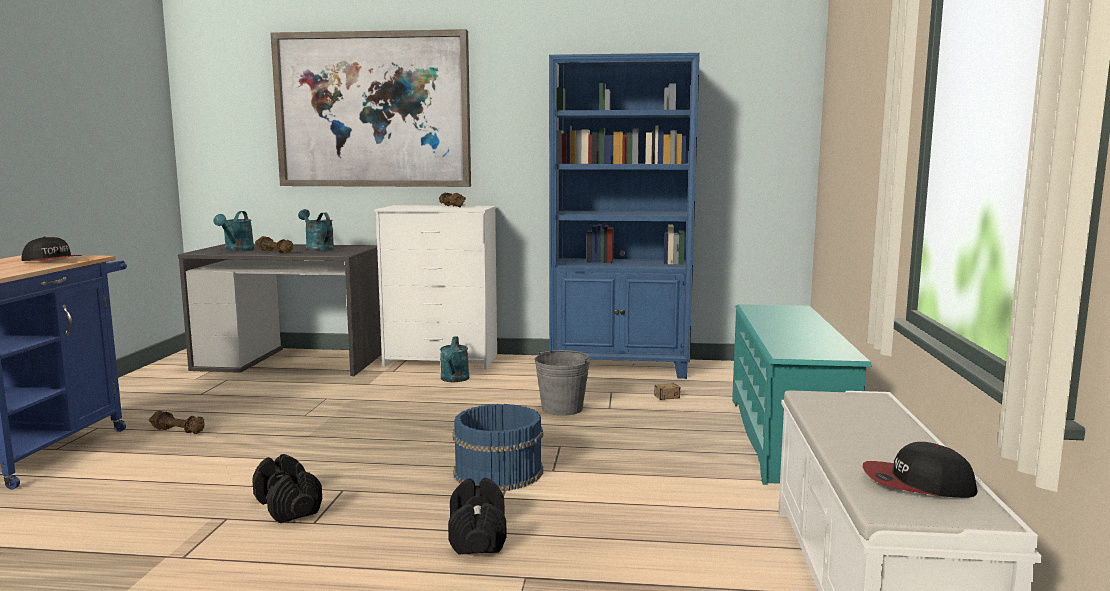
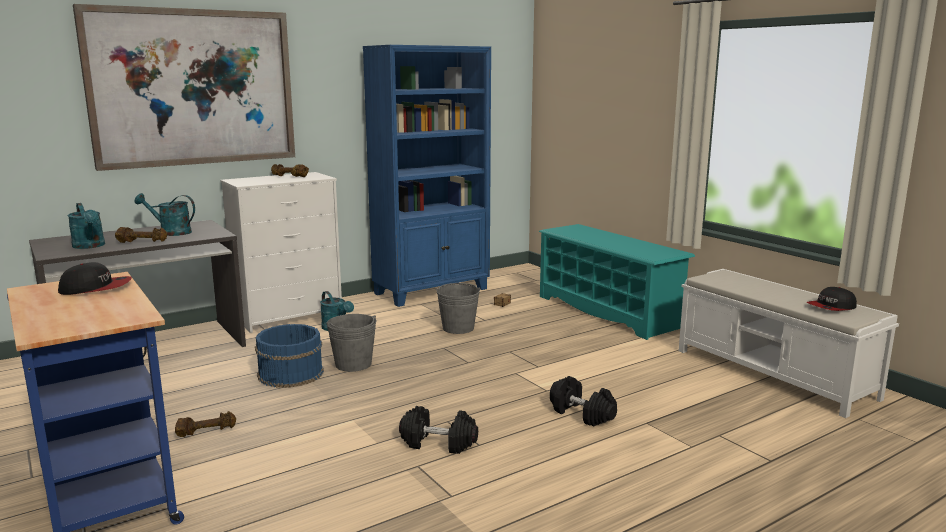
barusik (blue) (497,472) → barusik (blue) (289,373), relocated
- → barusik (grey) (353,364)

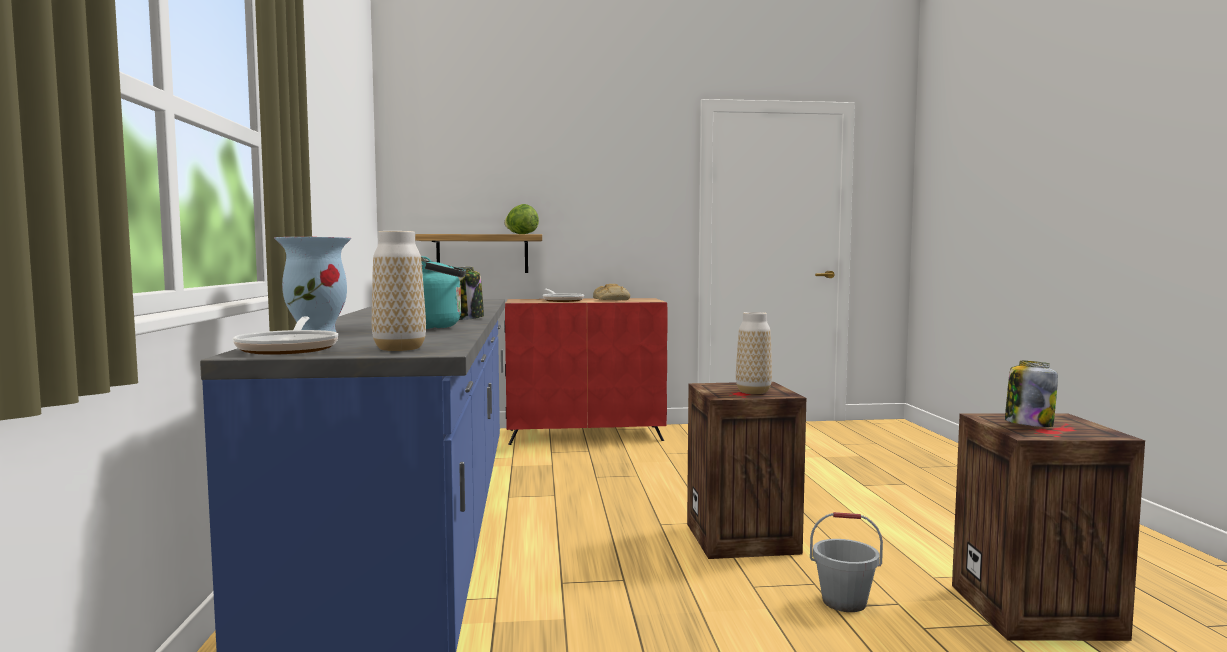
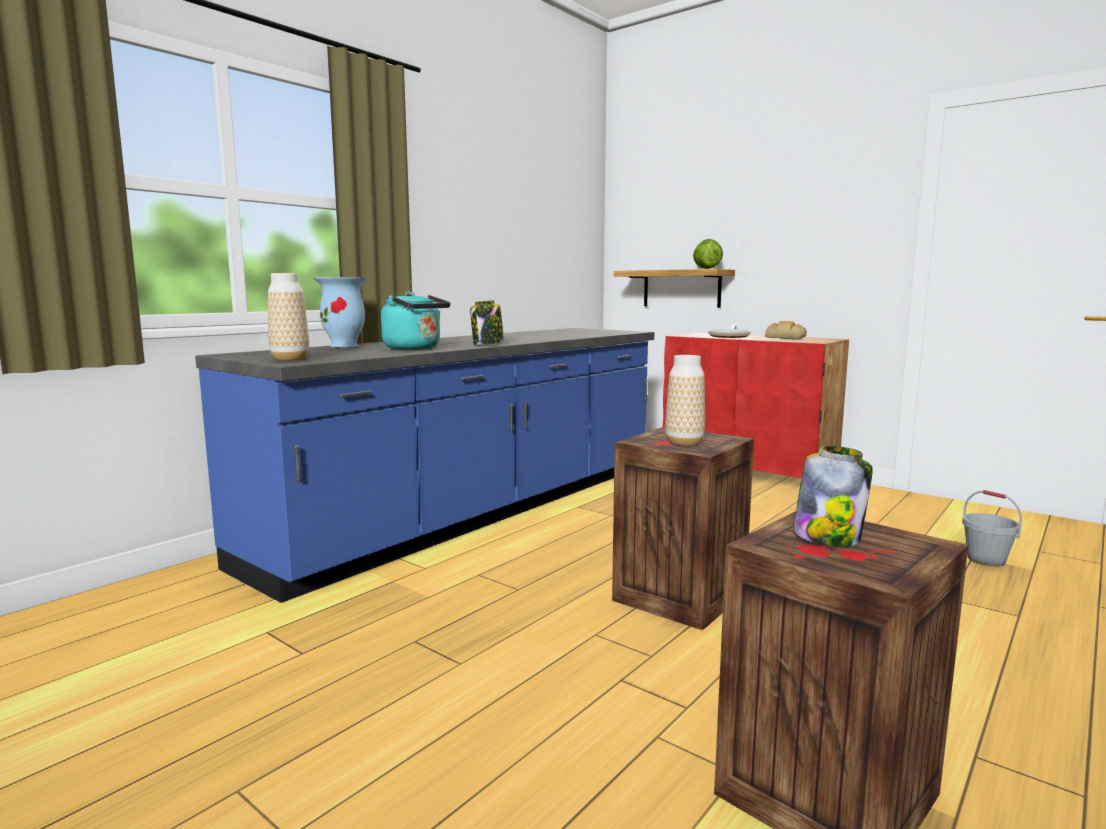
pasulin (290,348) → -
barusik (grey) (844,602) → barusik (grey) (986,560), relocated

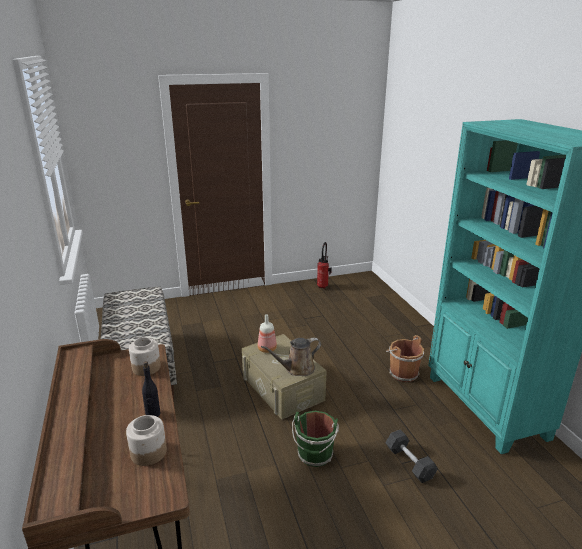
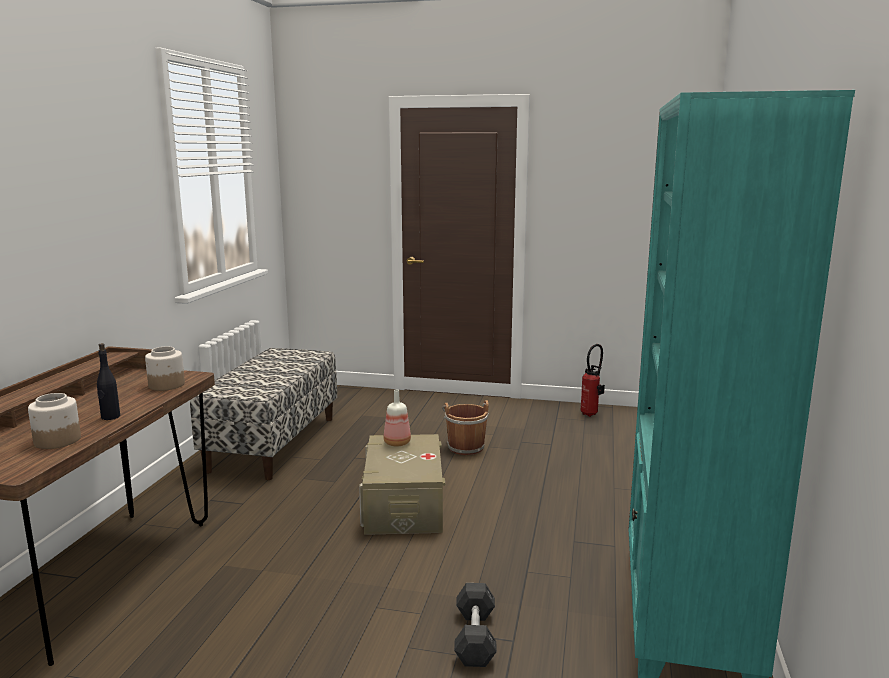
barusik (brown) (402,373) → barusik (brown) (465,447), relocated
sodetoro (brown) (297,369) → -
barusik (green) (315,455) → -

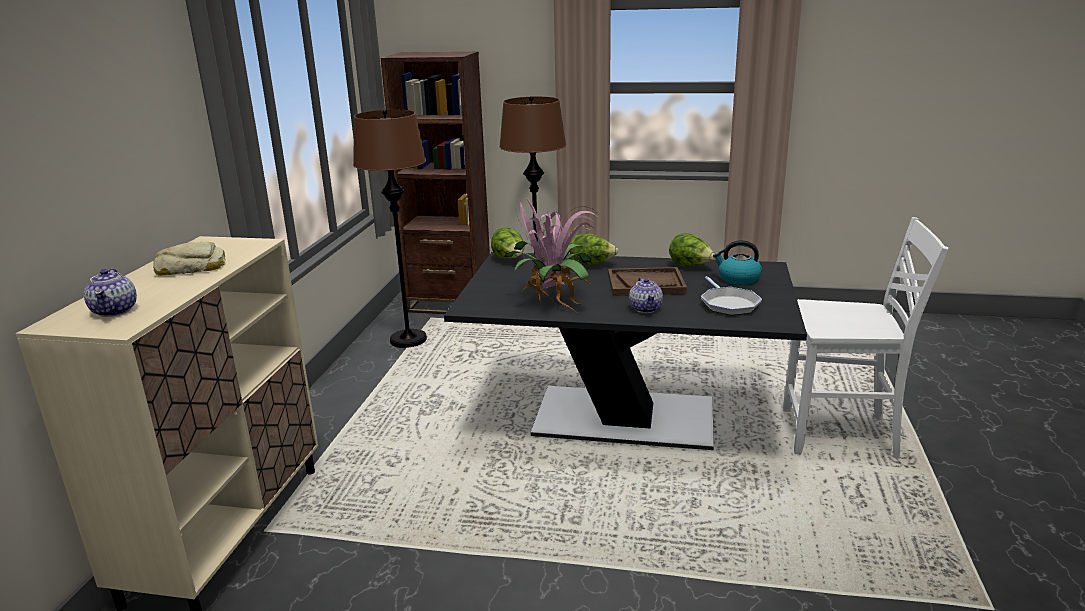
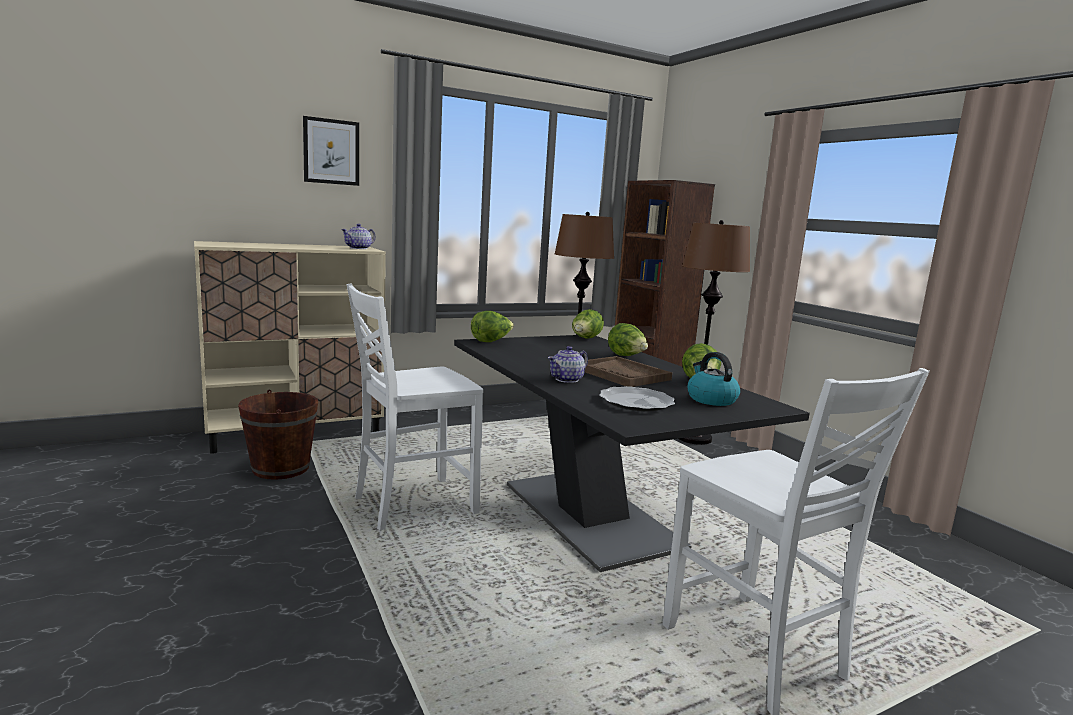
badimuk (552,300) → -
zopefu (191,268) → -
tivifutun (115,310) → tivifutun (359,248), relocated
pasulin (728,304) → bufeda (636,402)
- → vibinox (331,151)
- → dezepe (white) (412,504)
- → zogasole (491,341)
- → barusik (brown) (281,468)

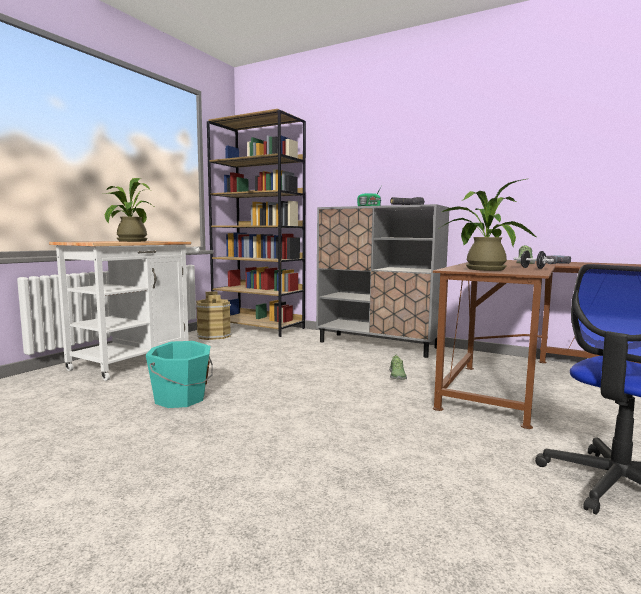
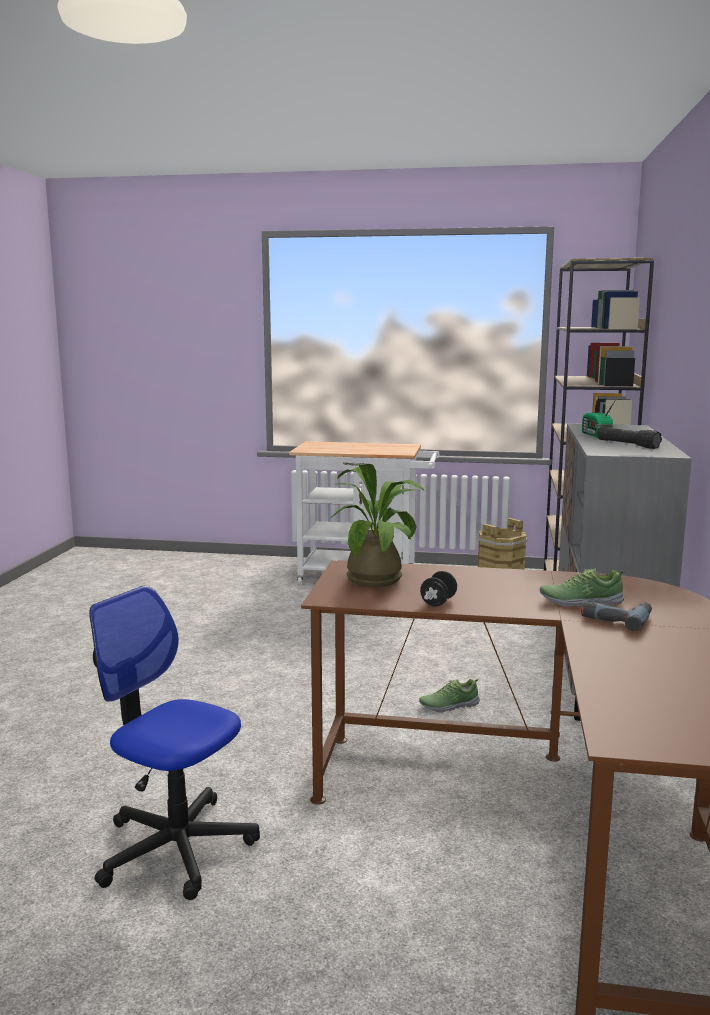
badimuk (129,241) → -
barusik (turquoise) (181,399) → -

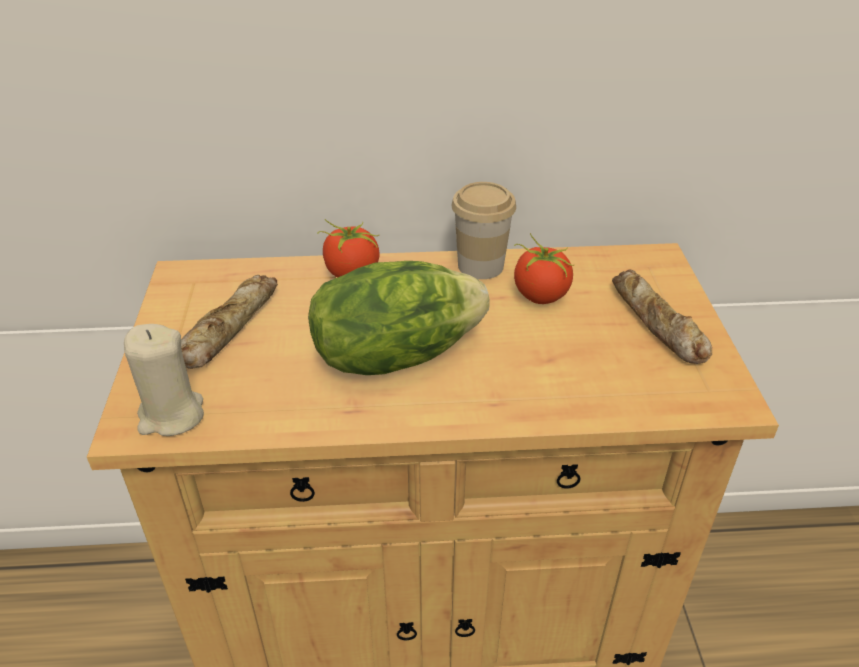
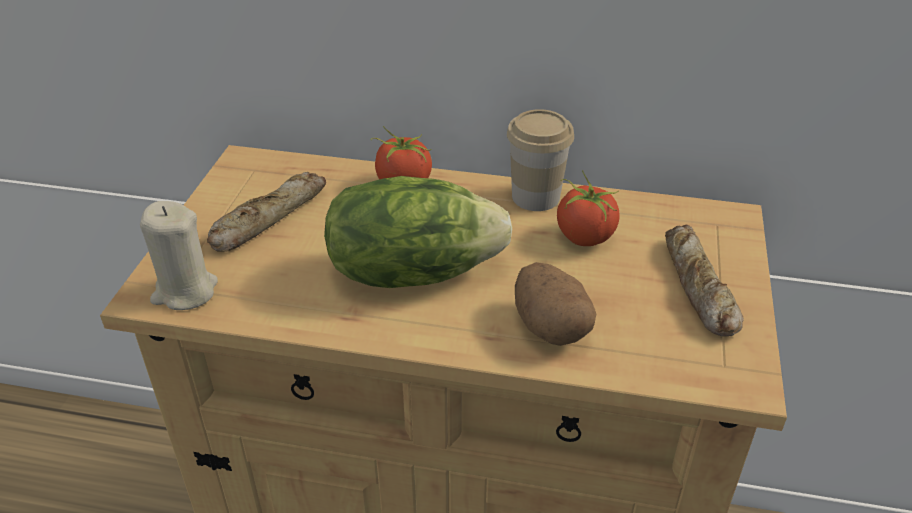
- → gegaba (550,326)

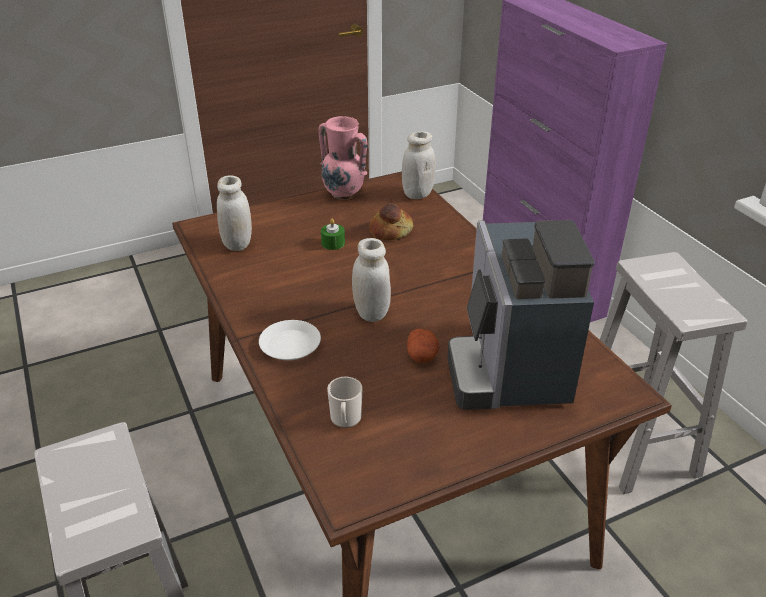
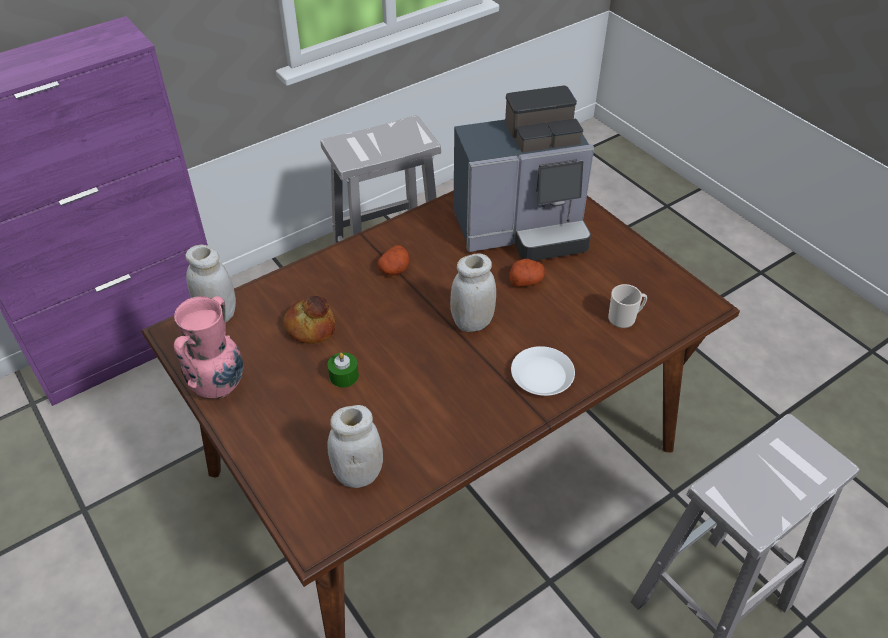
- → gegaba (394,270)

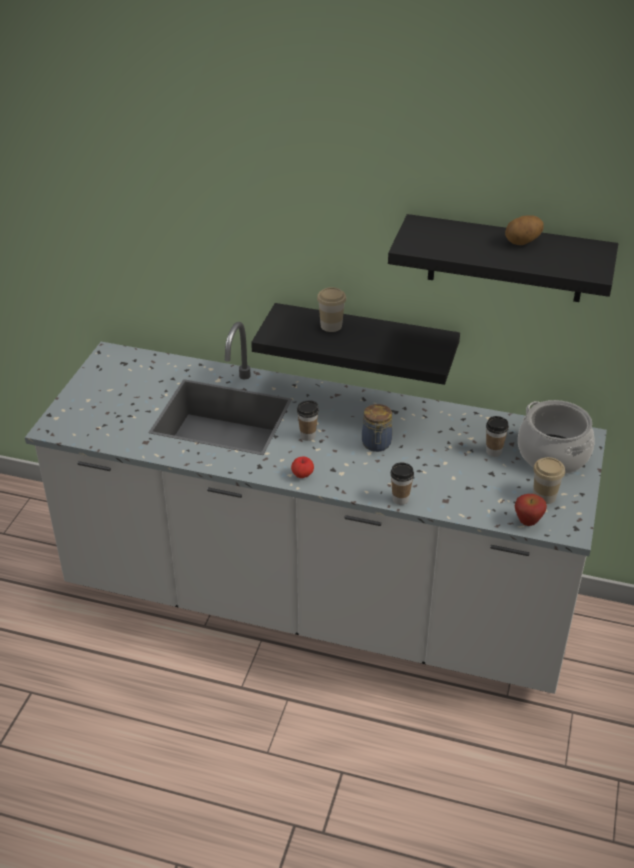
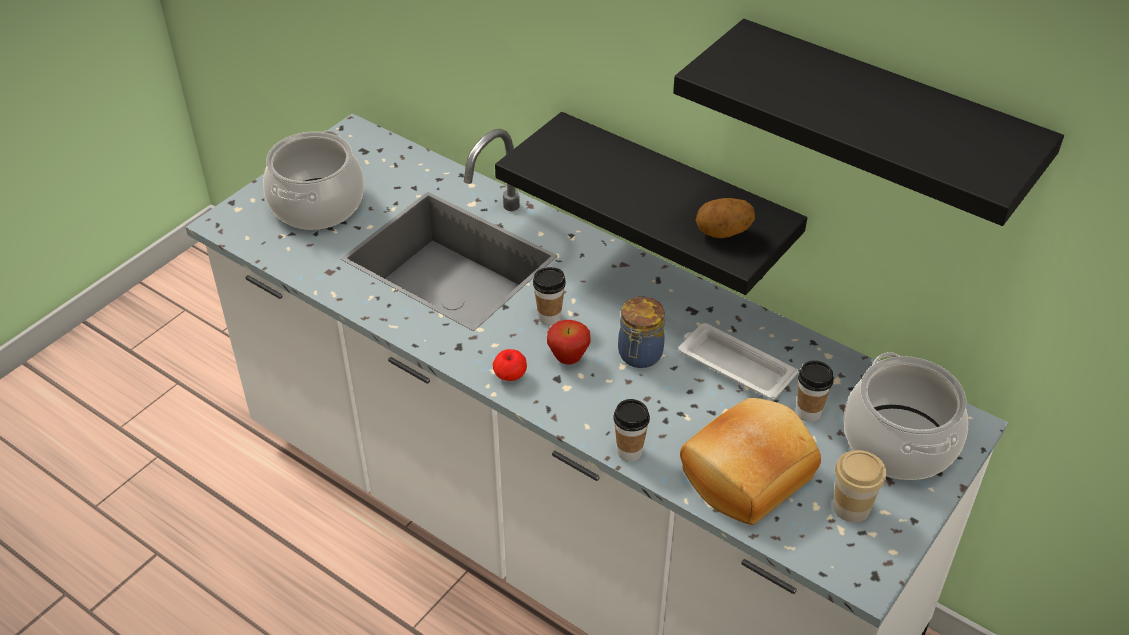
gegaba (523,242) → gegaba (723,234), relocated
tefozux (331,326) → -
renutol (527,522) → renutol (568,359), relocated
- → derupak (316,204)
- → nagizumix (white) (734,366)
- → zopefu (744,473)

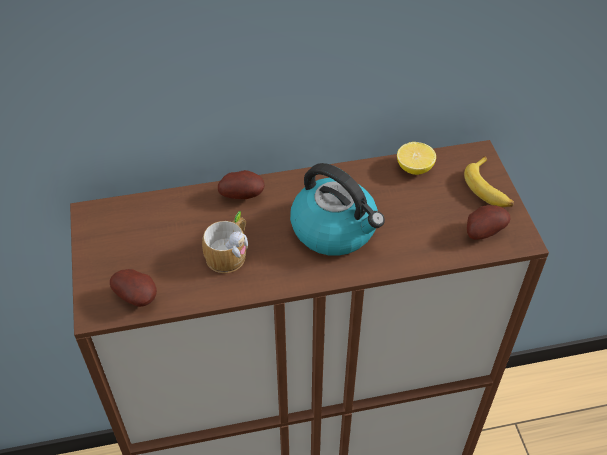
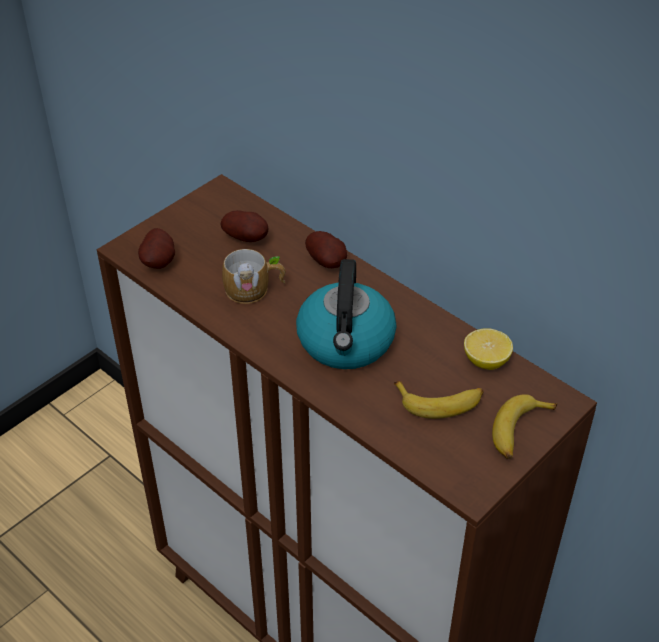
gegaba (482,231) → gegaba (247,238), relocated
- → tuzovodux (440,402)

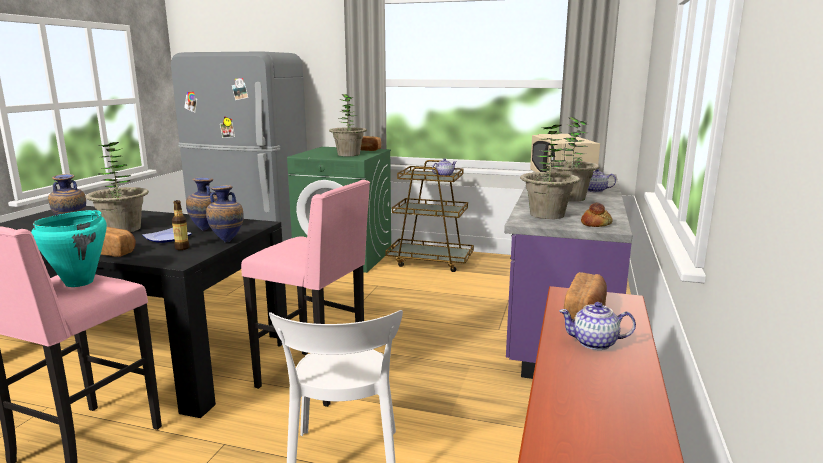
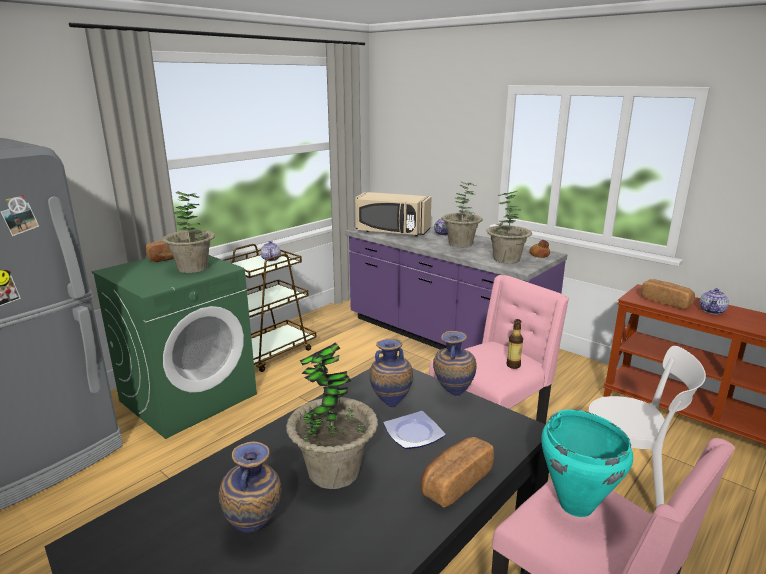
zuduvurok (182,248) → zuduvurok (513,365), relocated

